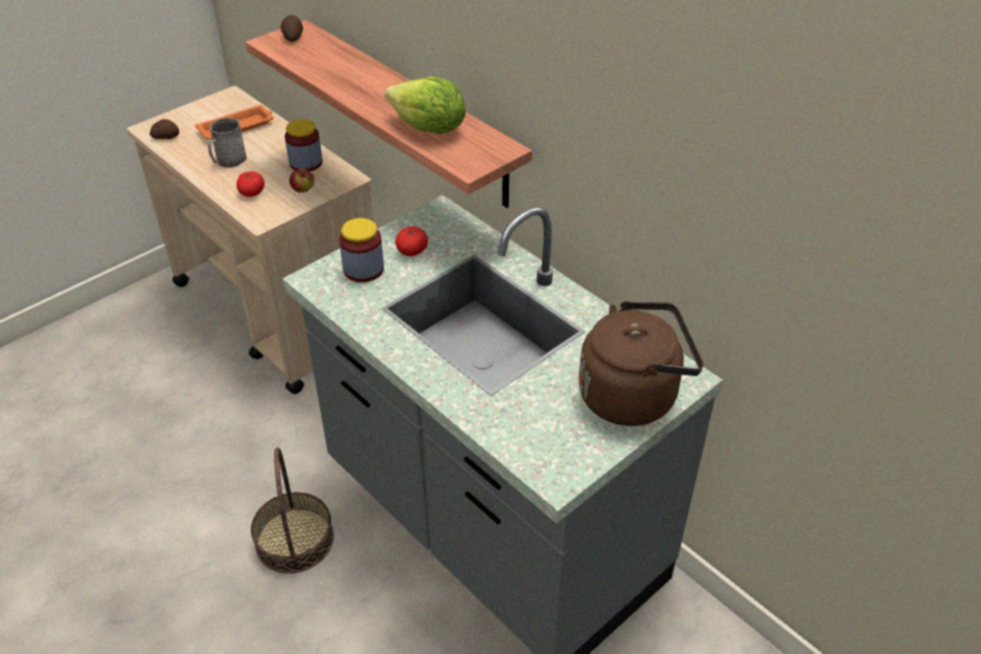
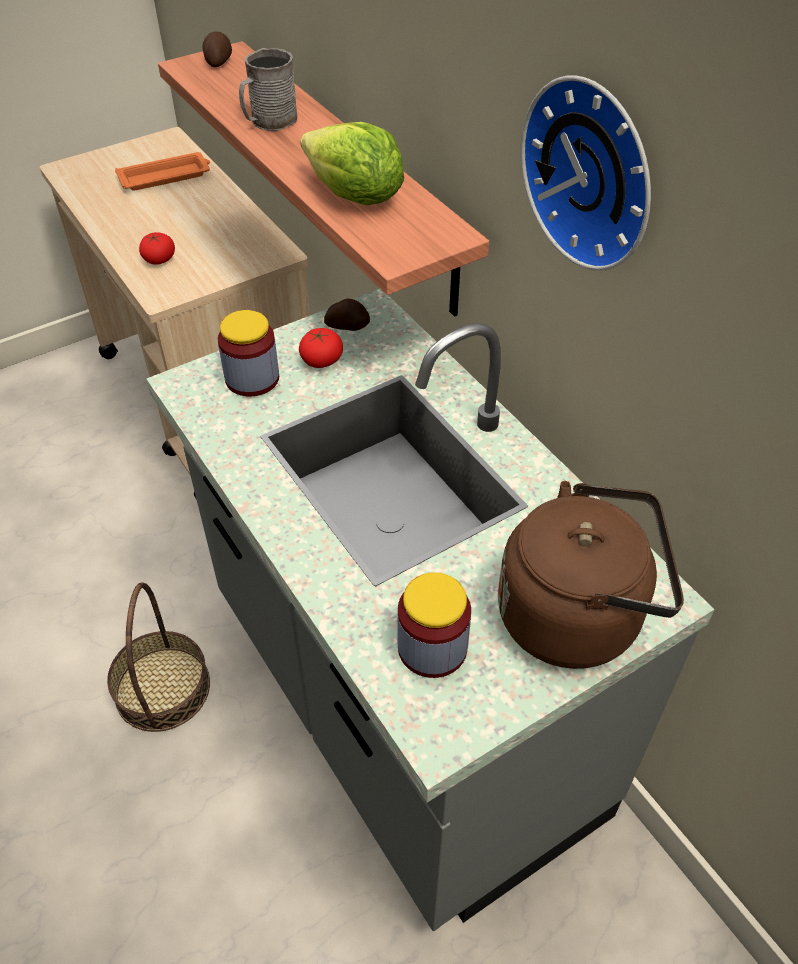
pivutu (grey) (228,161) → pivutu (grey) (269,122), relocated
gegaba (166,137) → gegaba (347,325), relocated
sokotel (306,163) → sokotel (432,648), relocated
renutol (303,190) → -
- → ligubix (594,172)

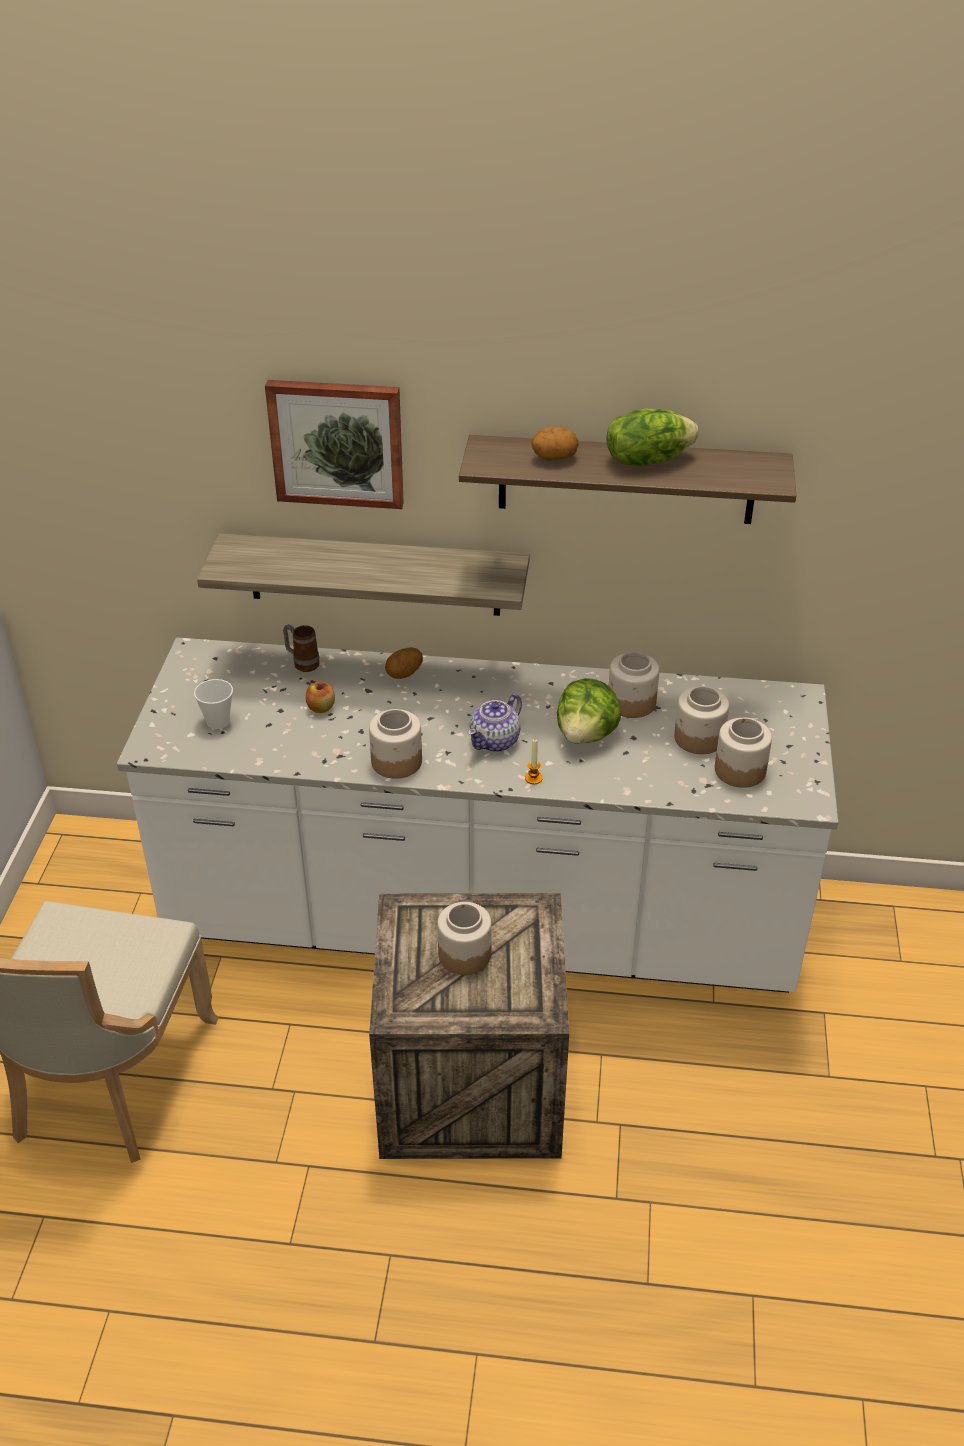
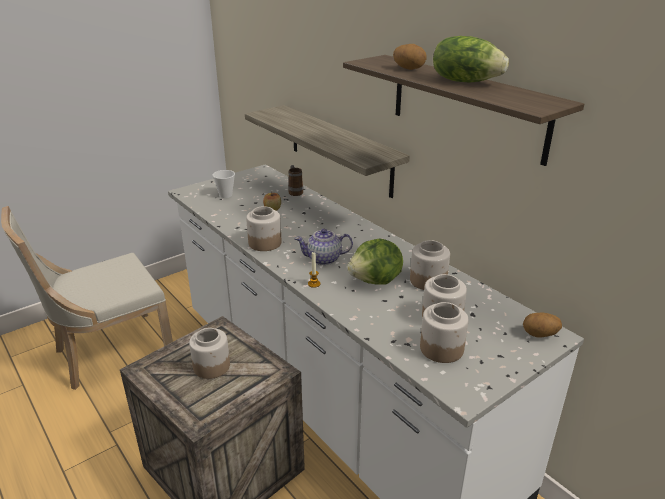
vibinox (337,442) → -
gegaba (404,674) → gegaba (539,335), relocated

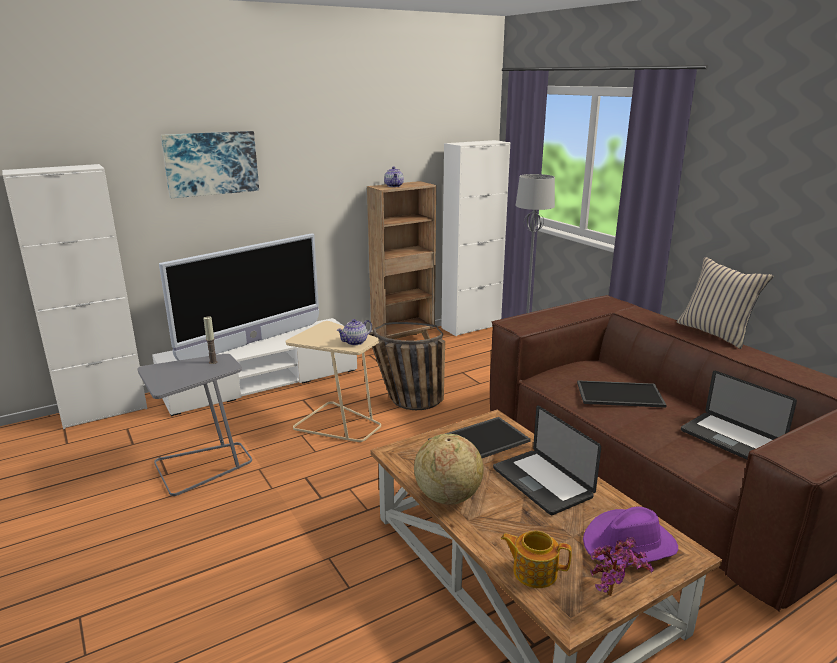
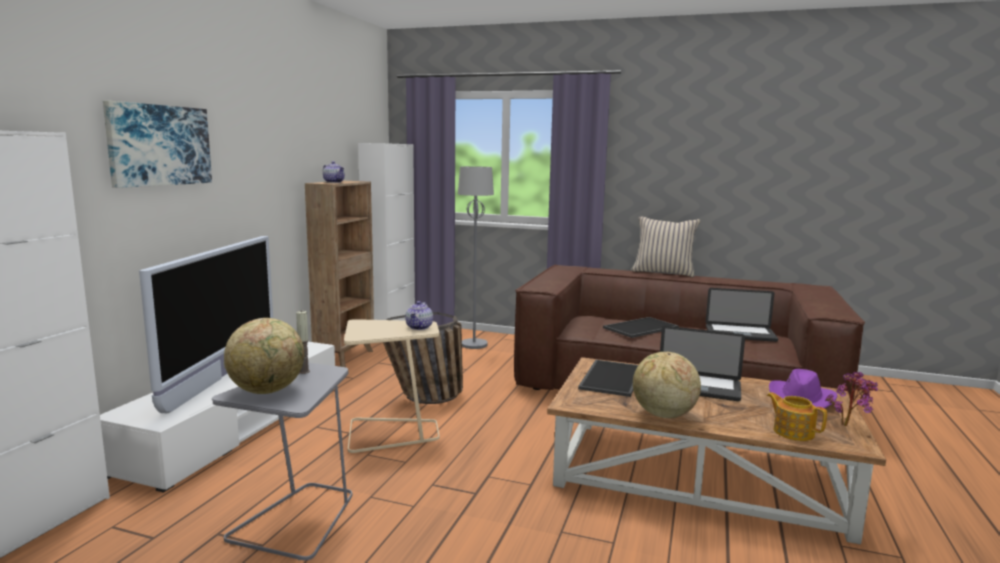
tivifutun (533,571) → tivifutun (793,432), 75 degrees clockwise
- → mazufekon (267,390)

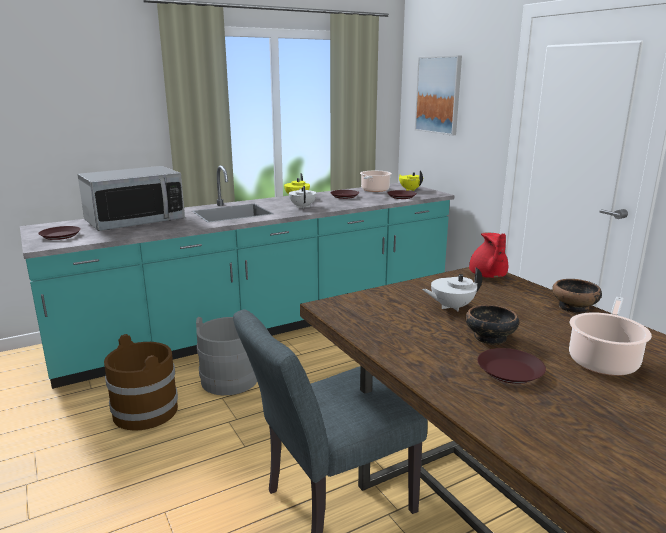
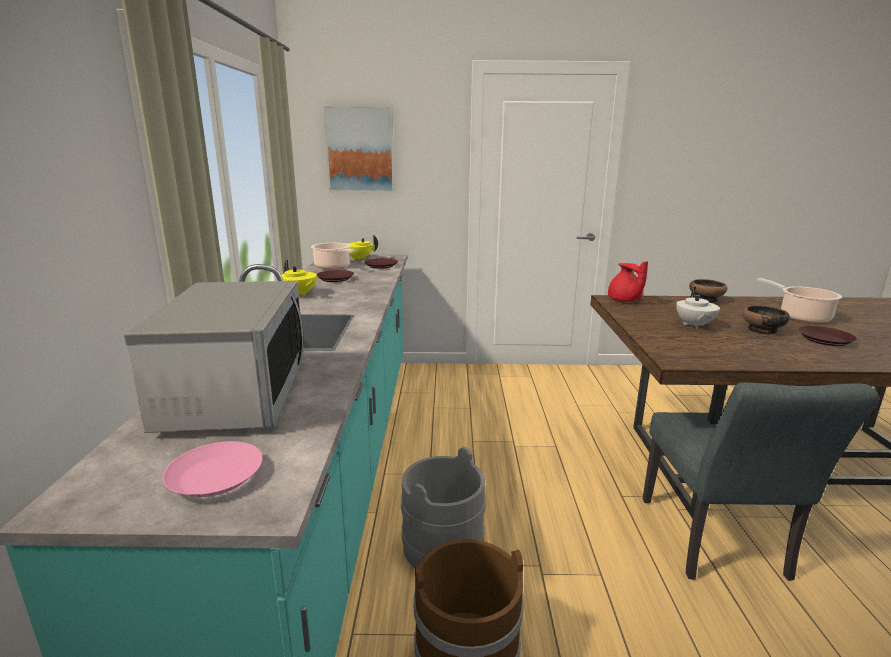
tivifutun (white) (303,207) → -
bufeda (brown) (60,235) → bufeda (pink) (215,476)
tivifutun (red) (488,276) → tivifutun (red) (625,301), 45 degrees clockwise

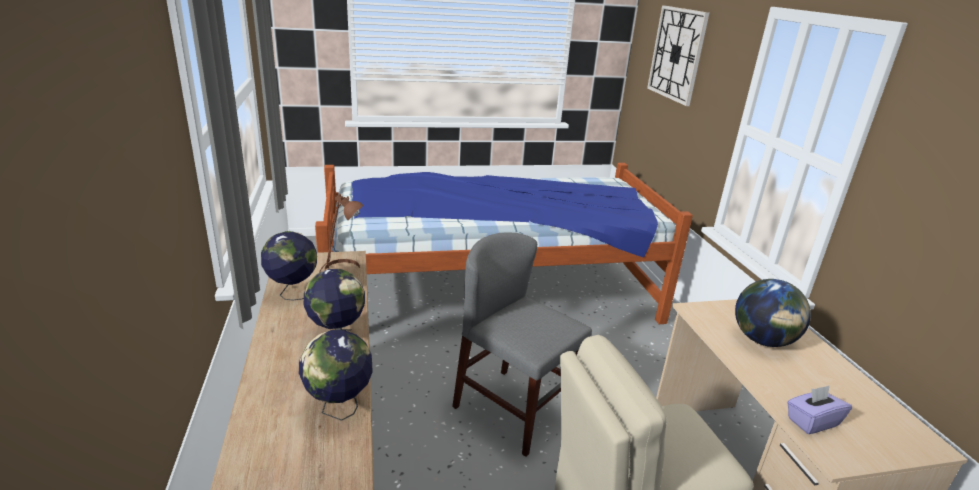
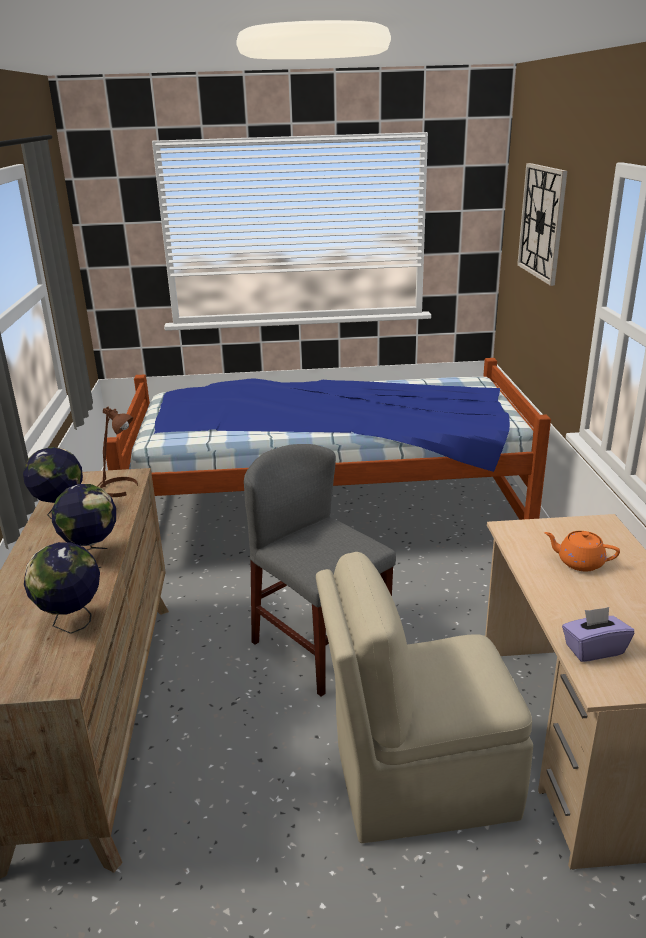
mazufekon (763,340) → tivifutun (orange) (579,562)

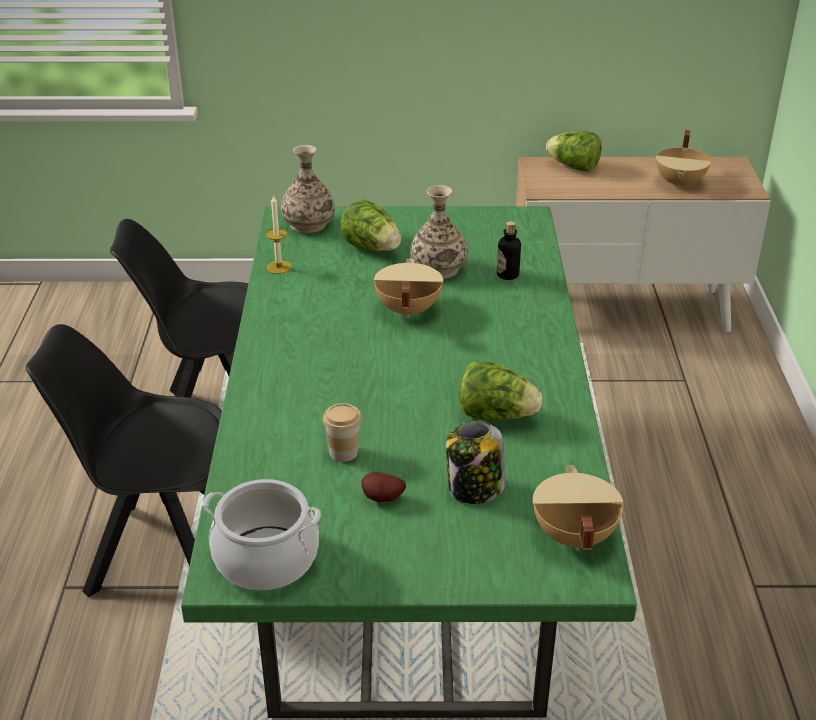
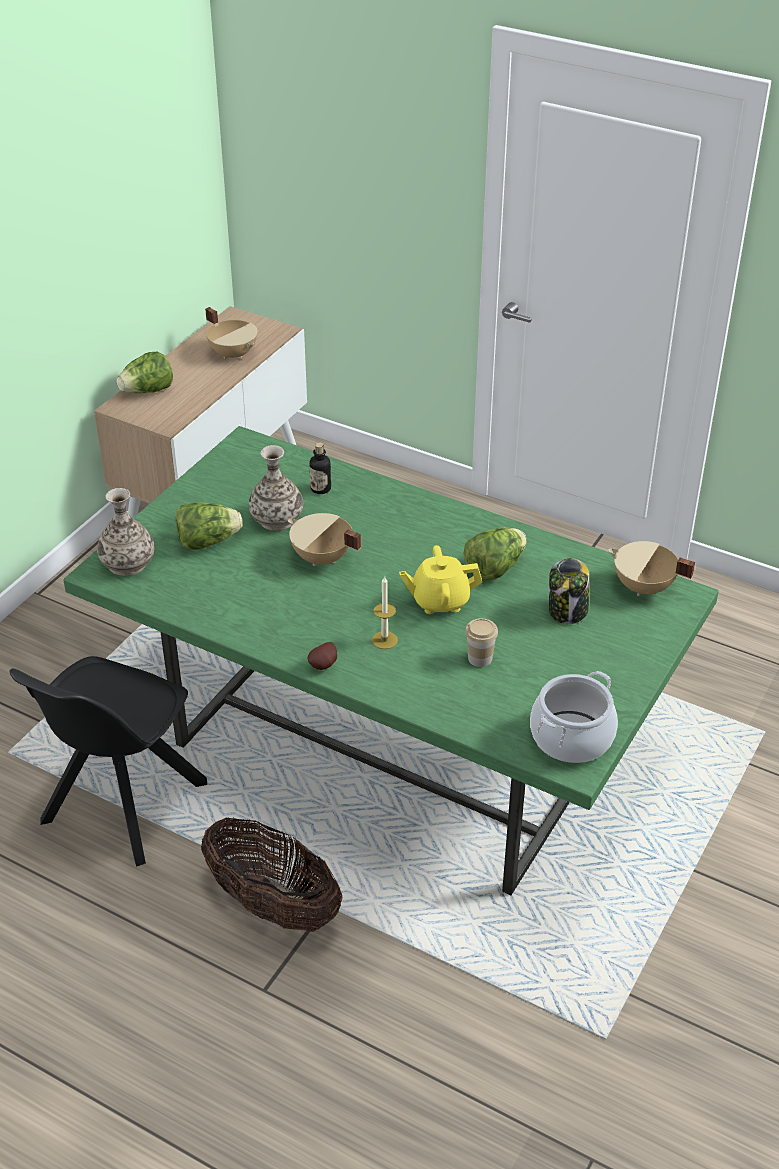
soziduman (279,267) → soziduman (384,640), relocated
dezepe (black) (161,552) → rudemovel (273,904)
gegaba (382,499) → gegaba (324,665), relocated
- → tivifutun (yellow) (440,601)

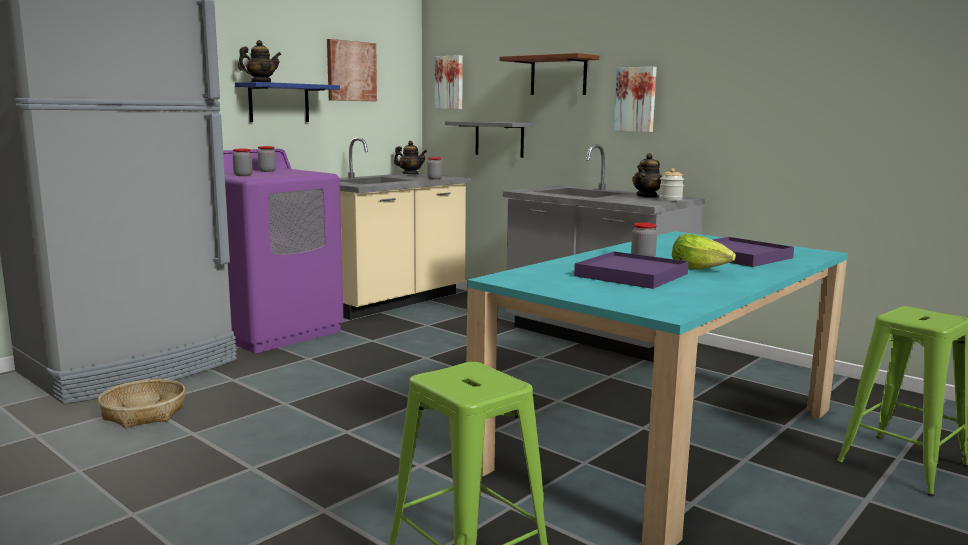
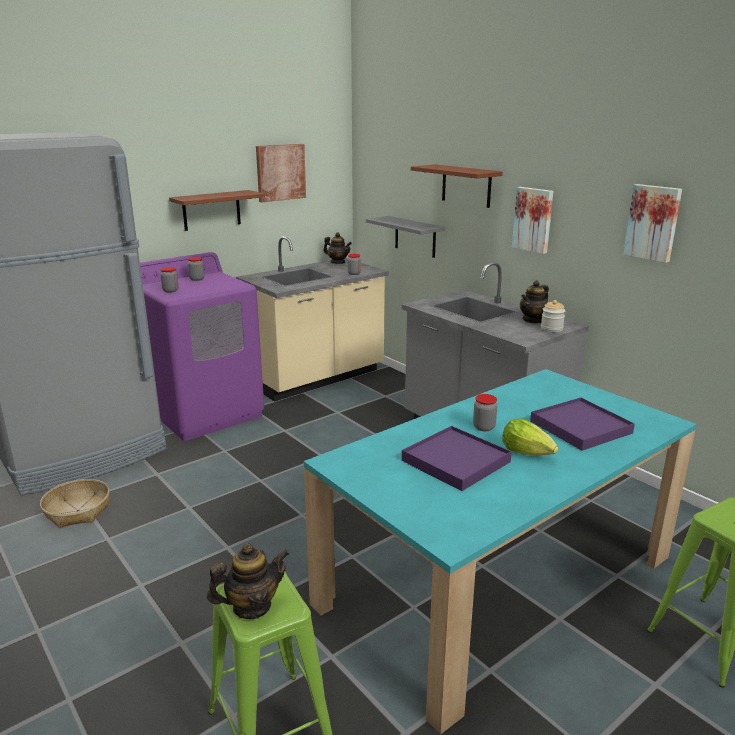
tivifutun (260,82) → tivifutun (251,607), relocated
vibinox (450,82) → vibinox (653,222), relocated
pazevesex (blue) (279,103) → pazevesex (brown) (211,210)

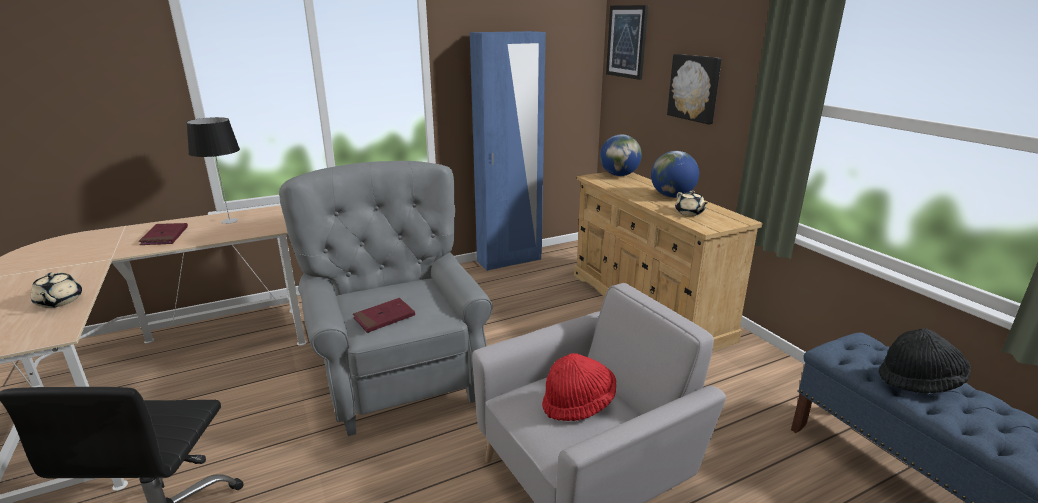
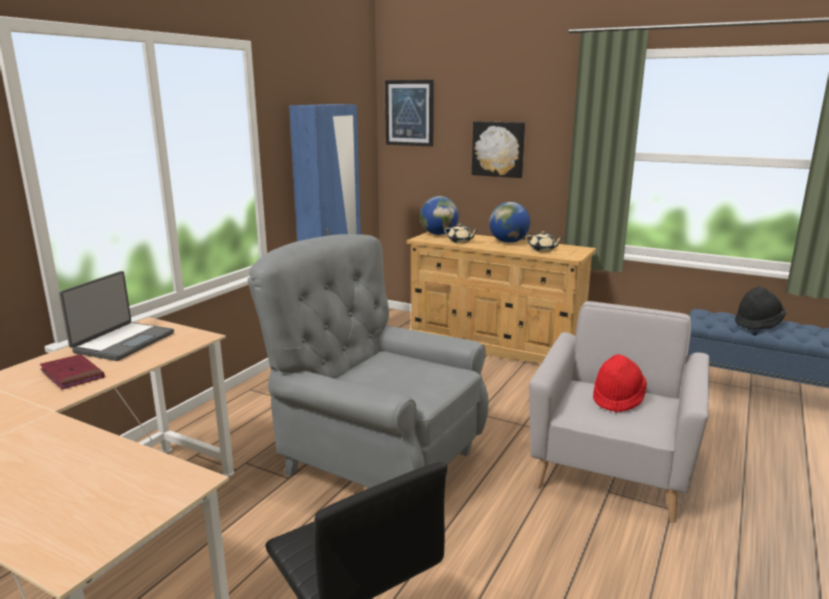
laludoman (230,220) → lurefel (123,342)
tivifutun (beige) (59,302) → tivifutun (beige) (460,241), relocated
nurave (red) (384,318) → -

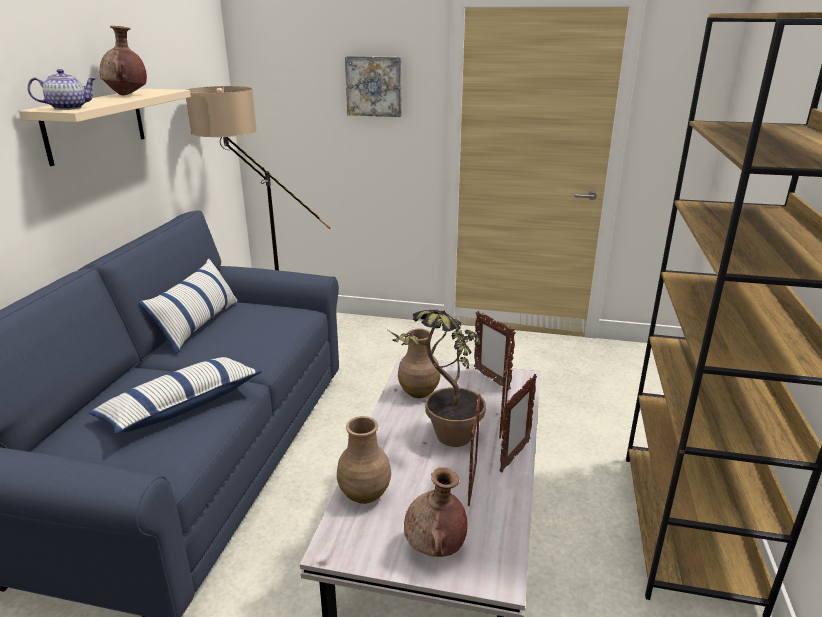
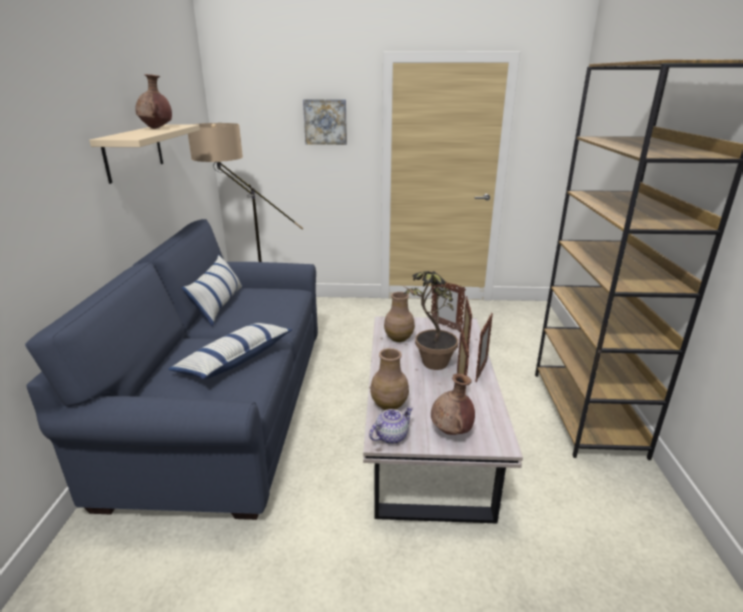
tivifutun (68,108) → tivifutun (391,436), relocated

